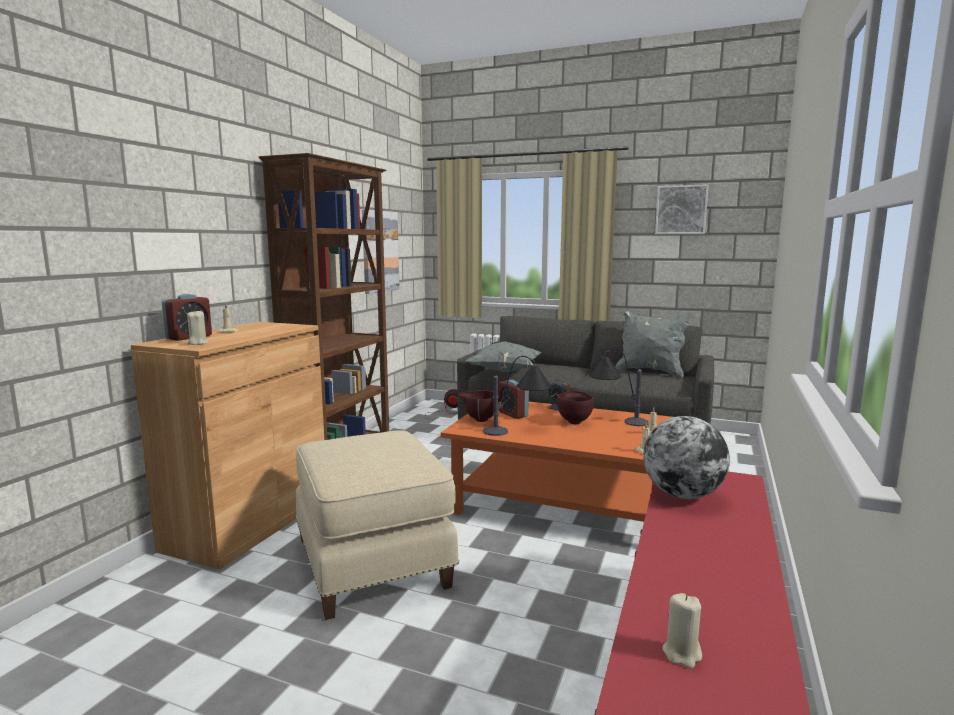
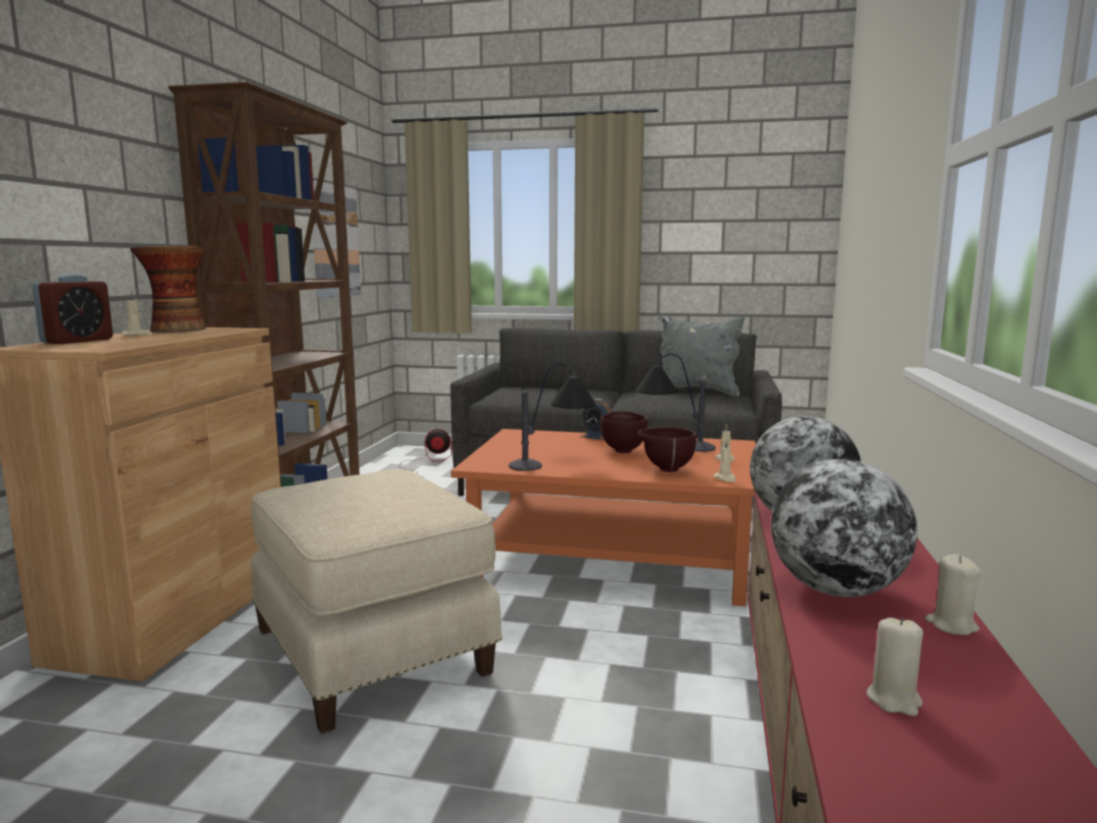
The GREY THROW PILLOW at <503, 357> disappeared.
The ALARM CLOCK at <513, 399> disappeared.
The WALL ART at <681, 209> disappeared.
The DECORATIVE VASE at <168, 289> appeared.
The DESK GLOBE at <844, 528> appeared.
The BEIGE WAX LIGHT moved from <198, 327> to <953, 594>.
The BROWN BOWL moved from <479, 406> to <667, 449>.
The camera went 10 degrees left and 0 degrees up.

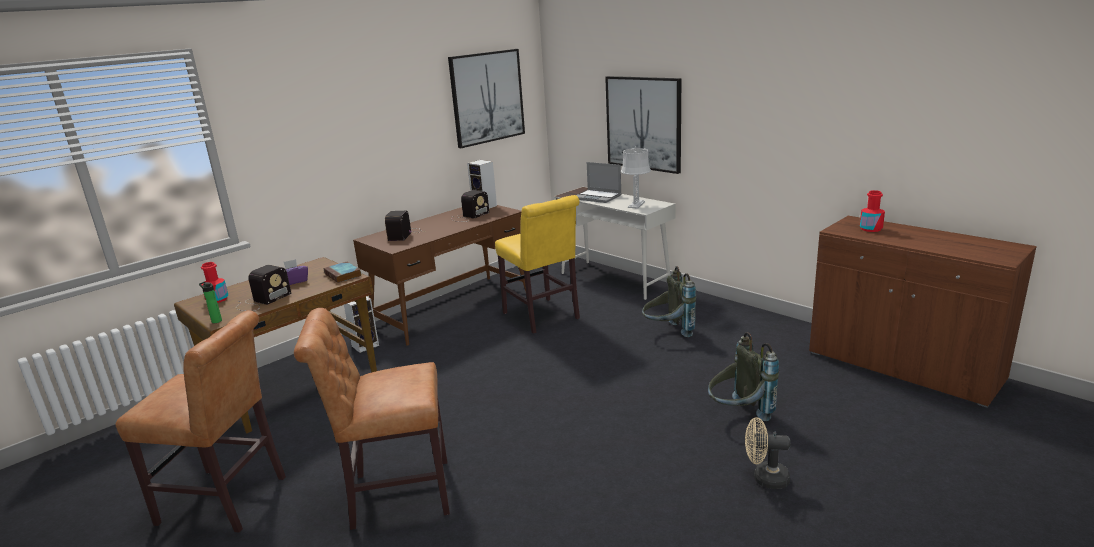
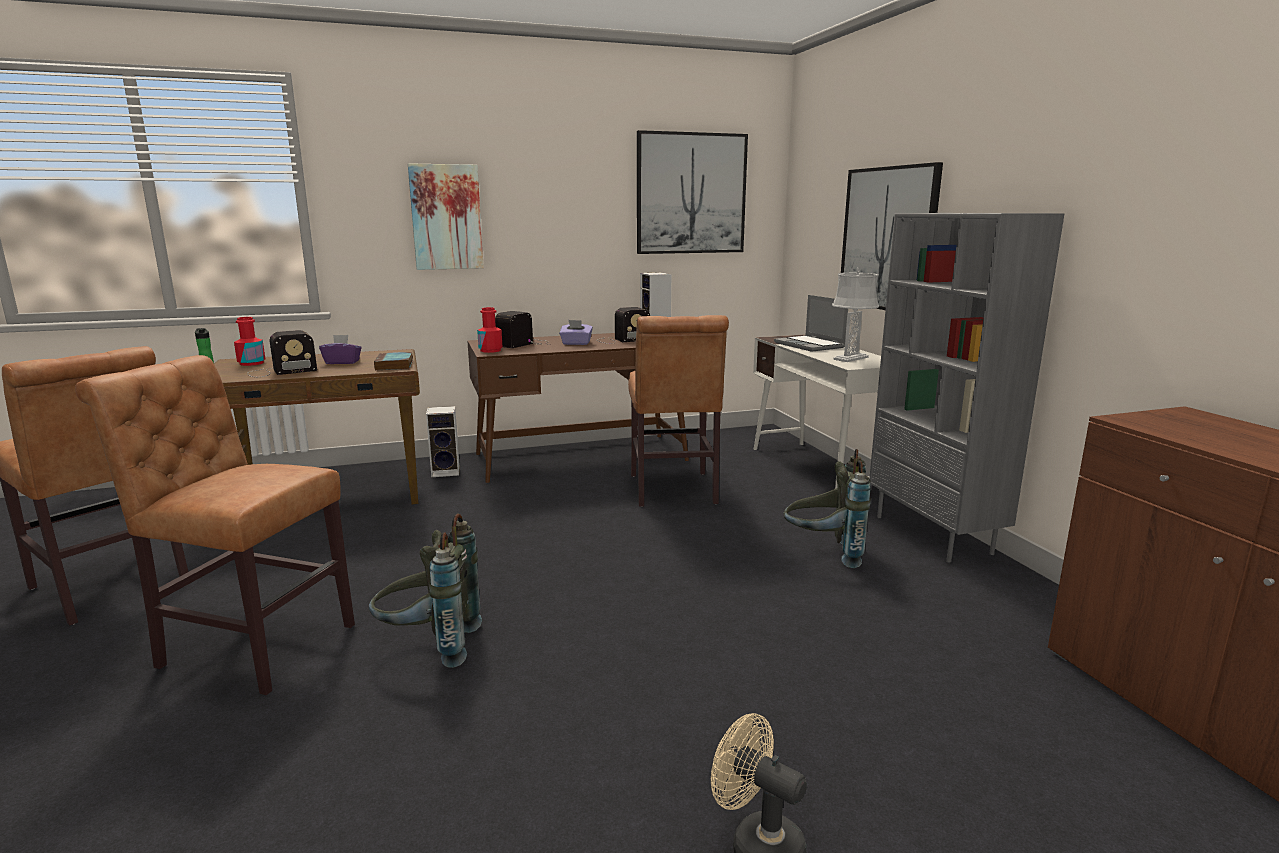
The WALL ART at <446, 216> appeared.
The PURPLISH BOX OF TISSUES at <576, 332> appeared.
The GREY SHELVING UNIT at <967, 388> appeared.
The GREY RUCKSACK moved from <743, 376> to <425, 591>.
The RED BEVERAGE BOTTLE moved from <872, 211> to <489, 330>.
The YELLOW-COLOURED CHAIR at <537, 264> became the BROWN CHAIR at <678, 411>.
The camera went 25 degrees right and 5 degrees down.

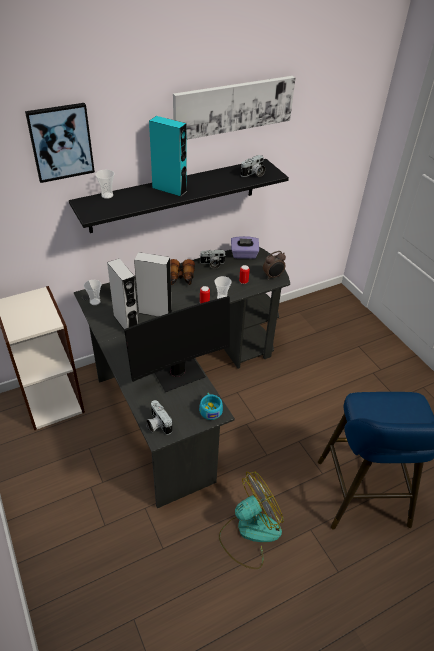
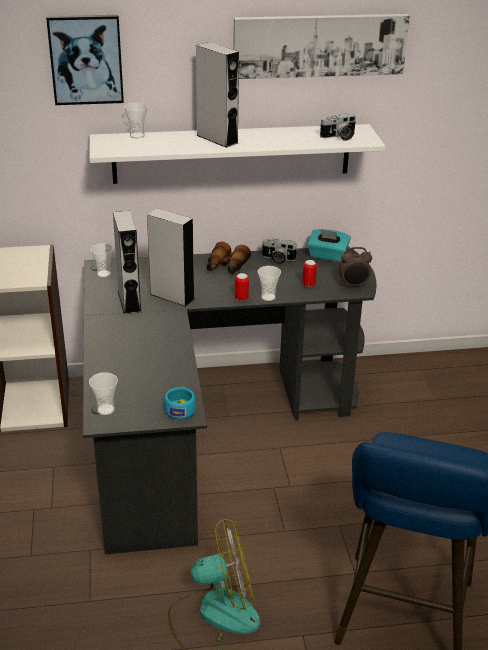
The COMPUTER DISPLAY at <177, 344> disappeared.
The PHOTO CAMERA at <159, 417> was replaced by the SMALL CUP at <103, 393>.
The BLACKISH BRACKET SHELF at <179, 196> became the WHITE-COLOURED BRACKET SHELF at <237, 154>.
The BLUE-GREEN LOUDSPEAKER at <168, 156> became the GREY LOUDSPEAKER at <217, 95>.
The PURPLISH BOX OF TISSUES at <245, 247> became the BLUE-GREEN BOX OF TISSUES at <329, 245>.
The camera went 20 degrees right and 10 degrees down.

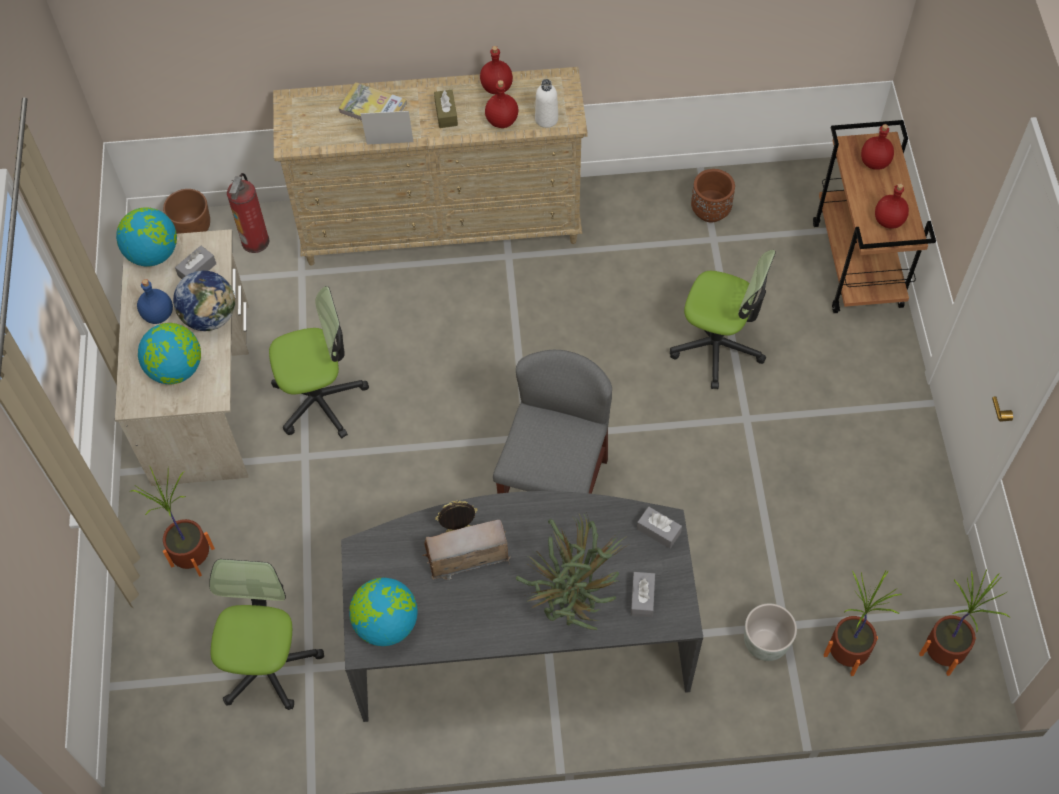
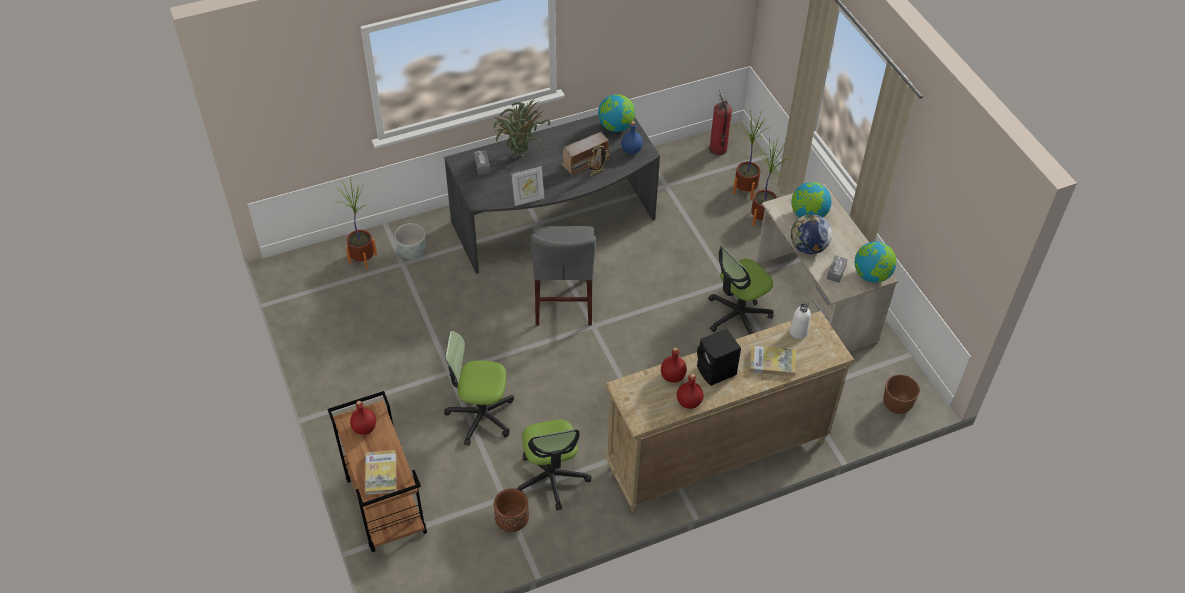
The GREY BOX OF TISSUES at <659, 527> disappeared.
The BLUE BEVERAGE BOTTLE moved from <155, 301> to <632, 137>.
The OFFICE CHAIR moved from <266, 634> to <554, 465>.
The EXTINGUISHER moved from <248, 213> to <720, 122>.
The STANDING FRAME moved from <387, 128> to <527, 186>.
The WHITE-COLOURED BEVERAGE BOTTLE moved from <546, 103> to <800, 321>.
The POTTED PLANT moved from <965, 623> to <750, 155>.
The BROWN BOX OF TISSUES at <446, 109> was replaced by the BLACKISH LOUDSPEAKER at <719, 357>.
The RED BEVERAGE BOTTLE at <877, 147> was replaced by the BOOK at <380, 472>.
The camera went 160 degrees right and 10 degrees down.

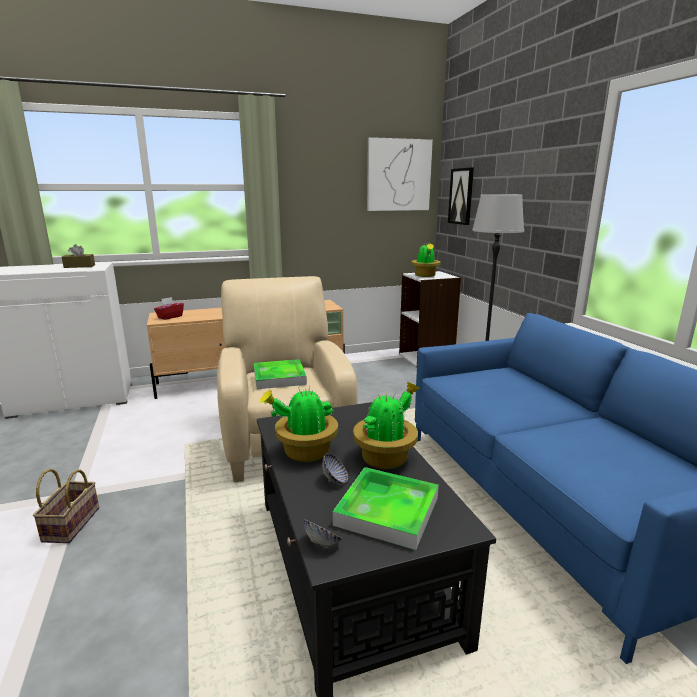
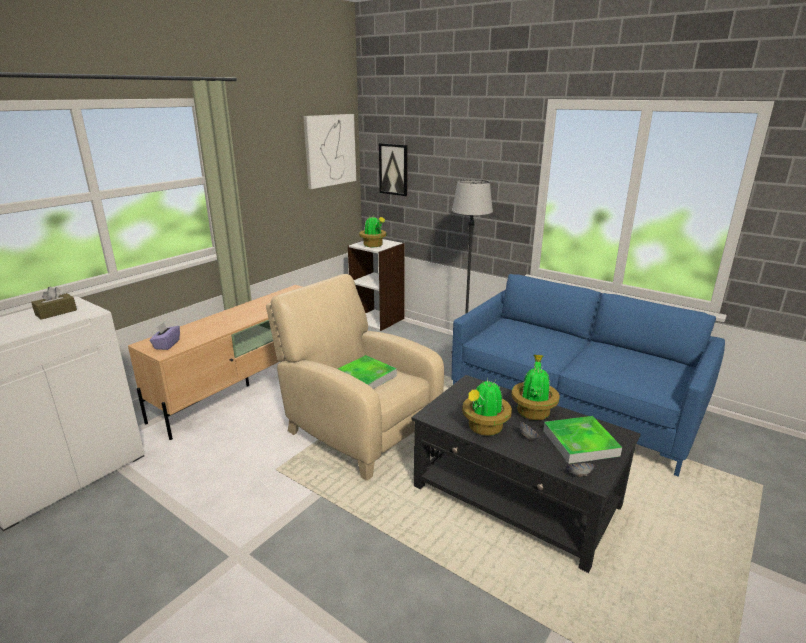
The STORAGE BASKET at <66, 506> disappeared.
The RED BOX OF TISSUES at <169, 308> became the PURPLISH BOX OF TISSUES at <165, 336>.
The camera went 35 degrees left and 5 degrees up.

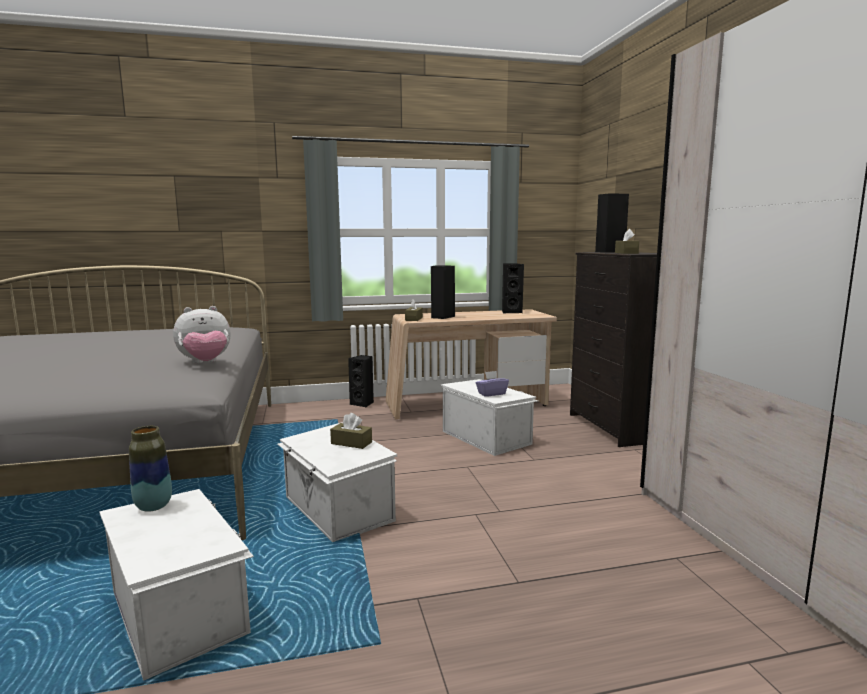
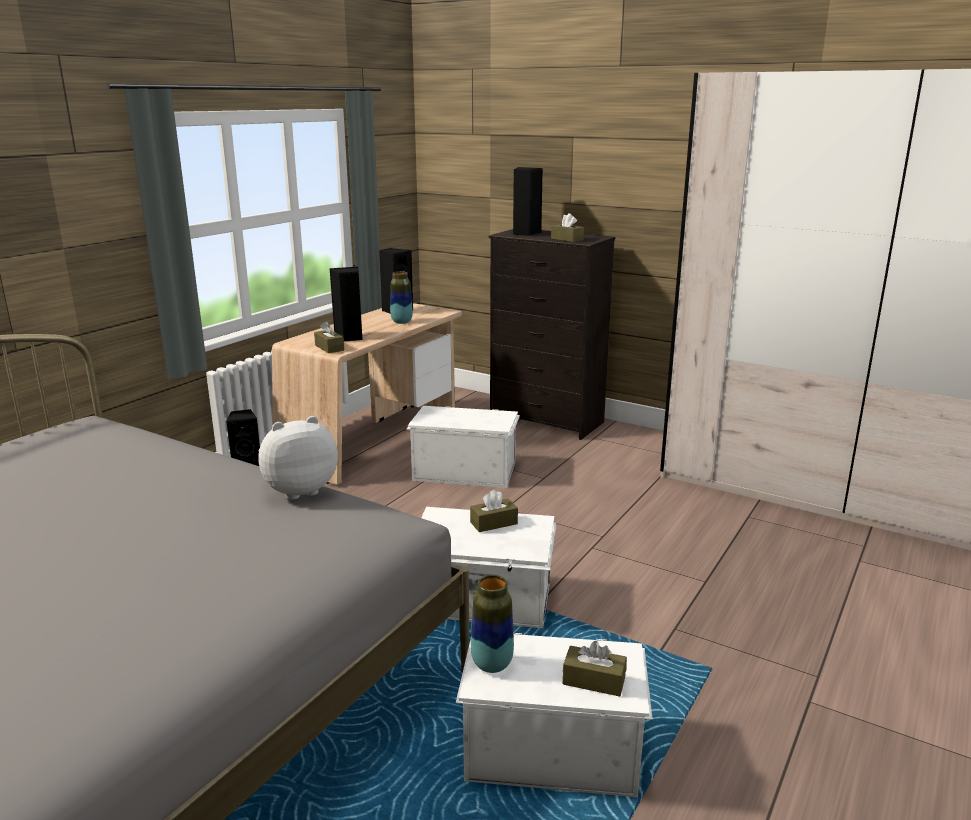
The PURPLISH BOX OF TISSUES at <492, 384> disappeared.
The DECORATIVE VASE at <401, 297> appeared.
The BROWN BOX OF TISSUES at <595, 669> appeared.
The SOFT TOY at <201, 335> turned 135 degrees counterclockwise.
The camera went 45 degrees left and 10 degrees up.

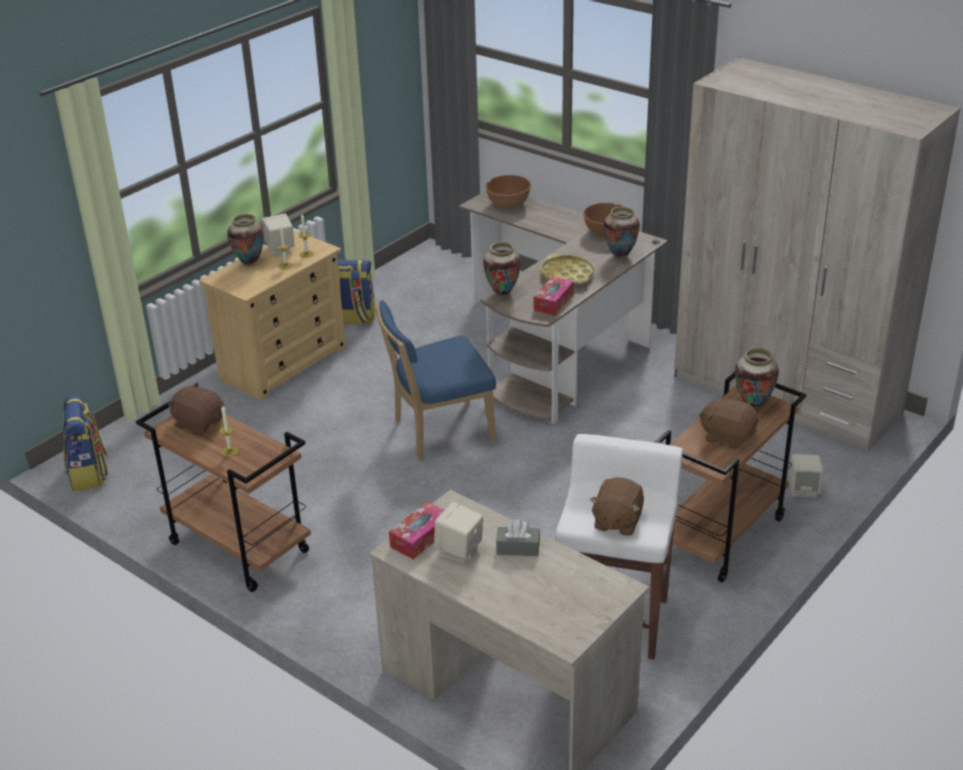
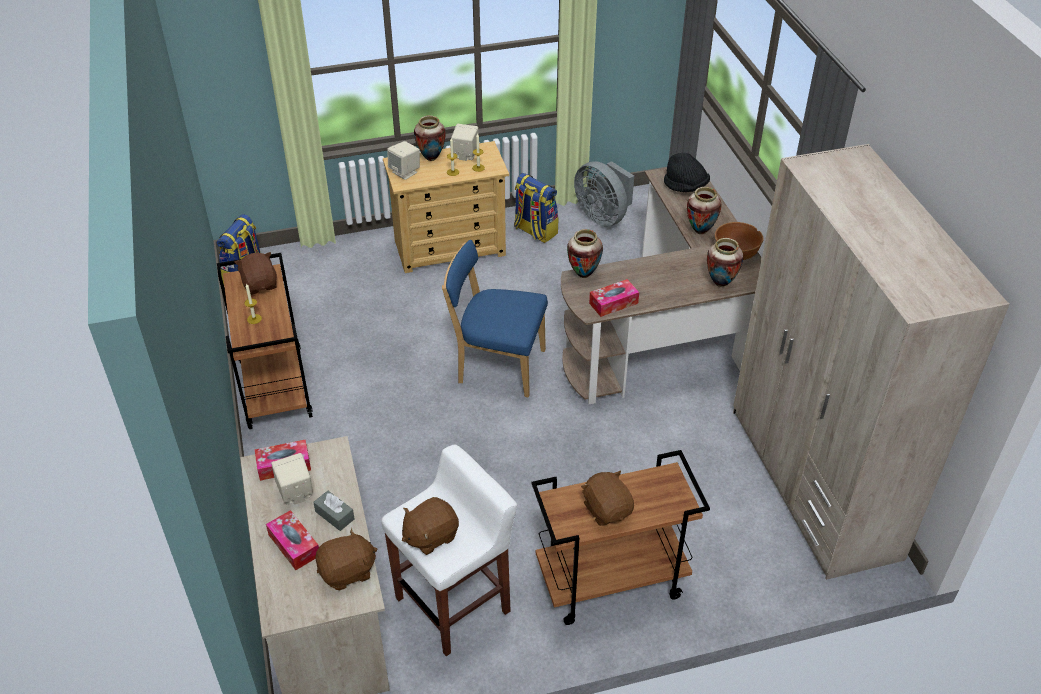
The YELLOW-COLOURED CARRYING TRAY at <567, 269> disappeared.
The BOX OF TISSUES at <292, 540> appeared.
The BROWN SOFT TOY at <346, 559> appeared.
The GREY COOLING FAN at <604, 194> appeared.
The DECORATIVE VASE moved from <757, 378> to <704, 210>.
The BEIGE LOUDSPEAKER moved from <806, 475> to <403, 160>.
The BROWN BOWL at <508, 191> was replaced by the BLACKISH CLOTHING HAT at <687, 172>.
The camera went 35 degrees right and 10 degrees up.

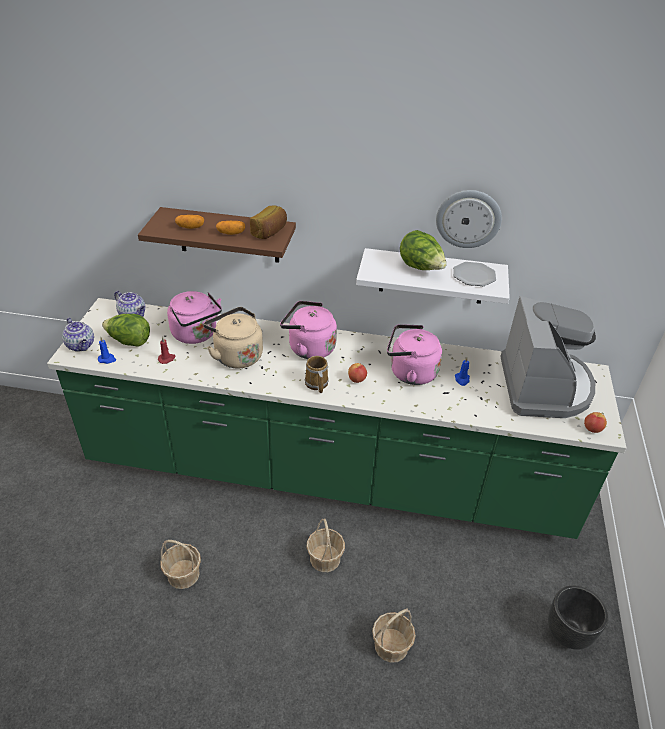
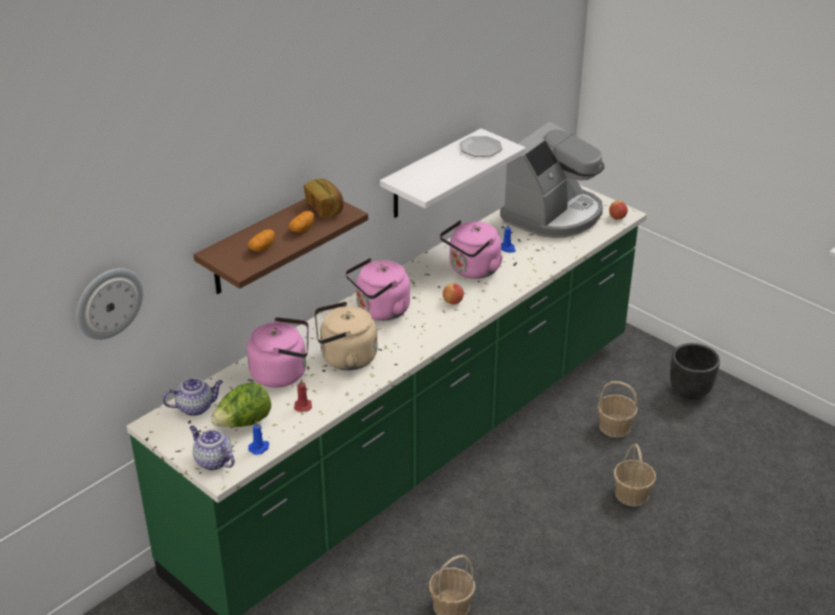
The COFFEE MUG at <317, 374> disappeared.
The LETTUCE at <423, 250> disappeared.
The STORAGE BASKET moved from <326, 545> to <617, 409>.
The CLOCK ON THE WALL moved from <469, 219> to <109, 304>.
The POT FOR TEA at <78, 335> turned 135 degrees counterclockwise.
The COFFEE MACHINE at <548, 357> turned 90 degrees clockwise.
The camera went 55 degrees left and 5 degrees down.

